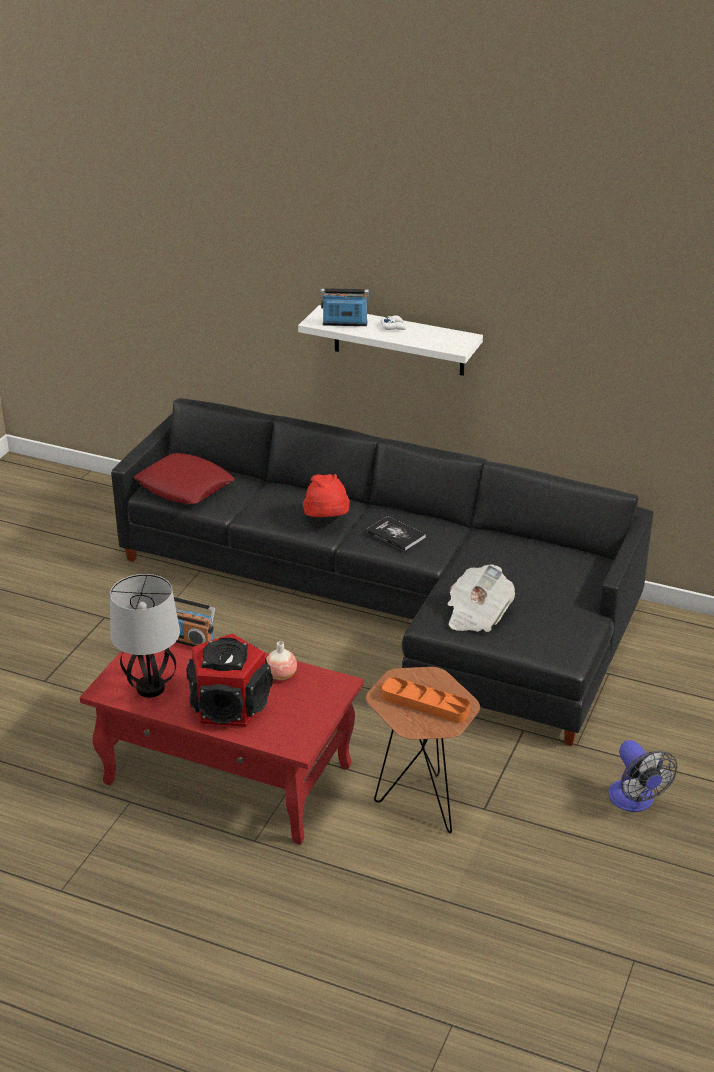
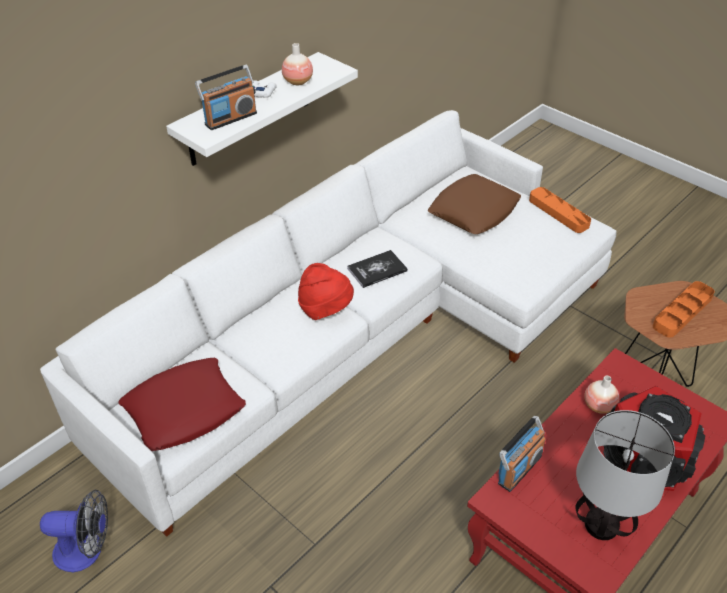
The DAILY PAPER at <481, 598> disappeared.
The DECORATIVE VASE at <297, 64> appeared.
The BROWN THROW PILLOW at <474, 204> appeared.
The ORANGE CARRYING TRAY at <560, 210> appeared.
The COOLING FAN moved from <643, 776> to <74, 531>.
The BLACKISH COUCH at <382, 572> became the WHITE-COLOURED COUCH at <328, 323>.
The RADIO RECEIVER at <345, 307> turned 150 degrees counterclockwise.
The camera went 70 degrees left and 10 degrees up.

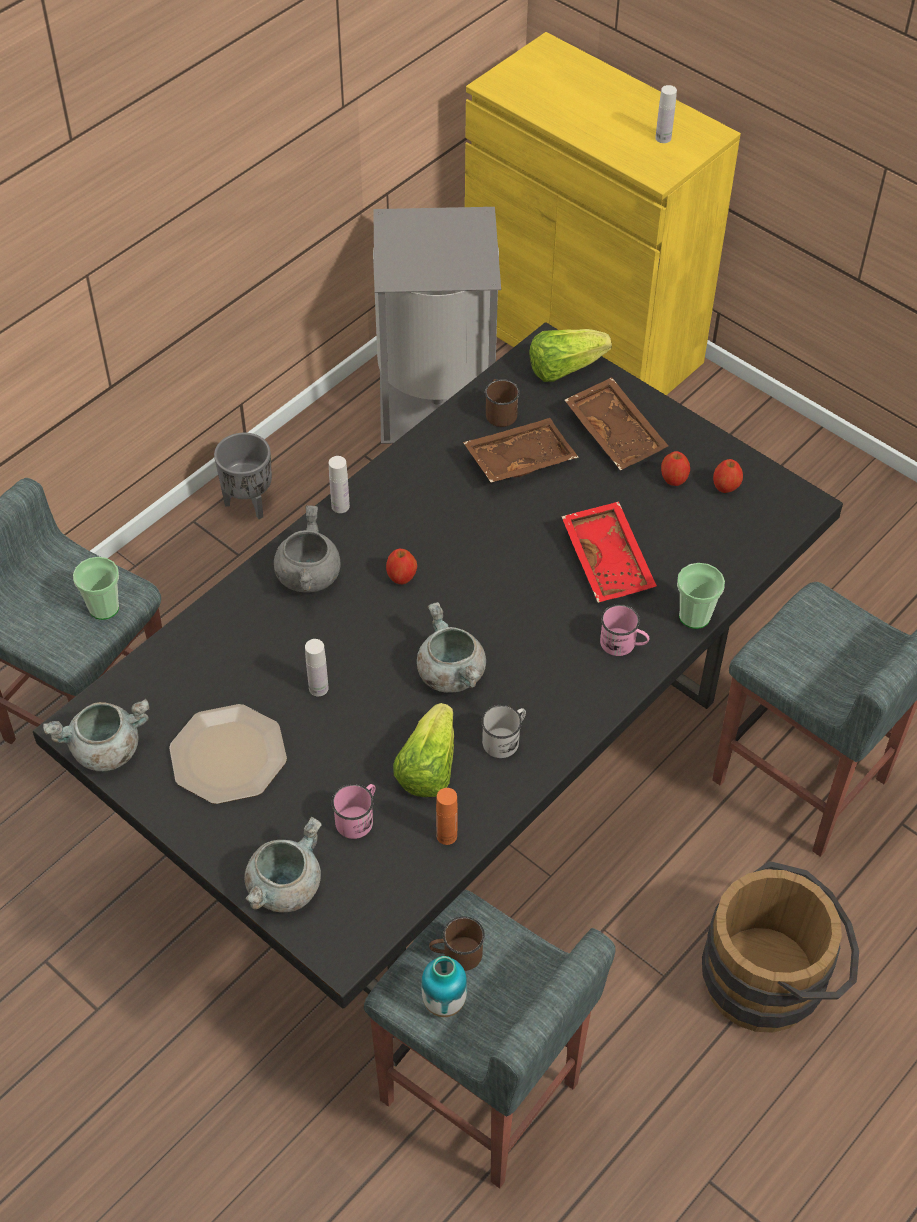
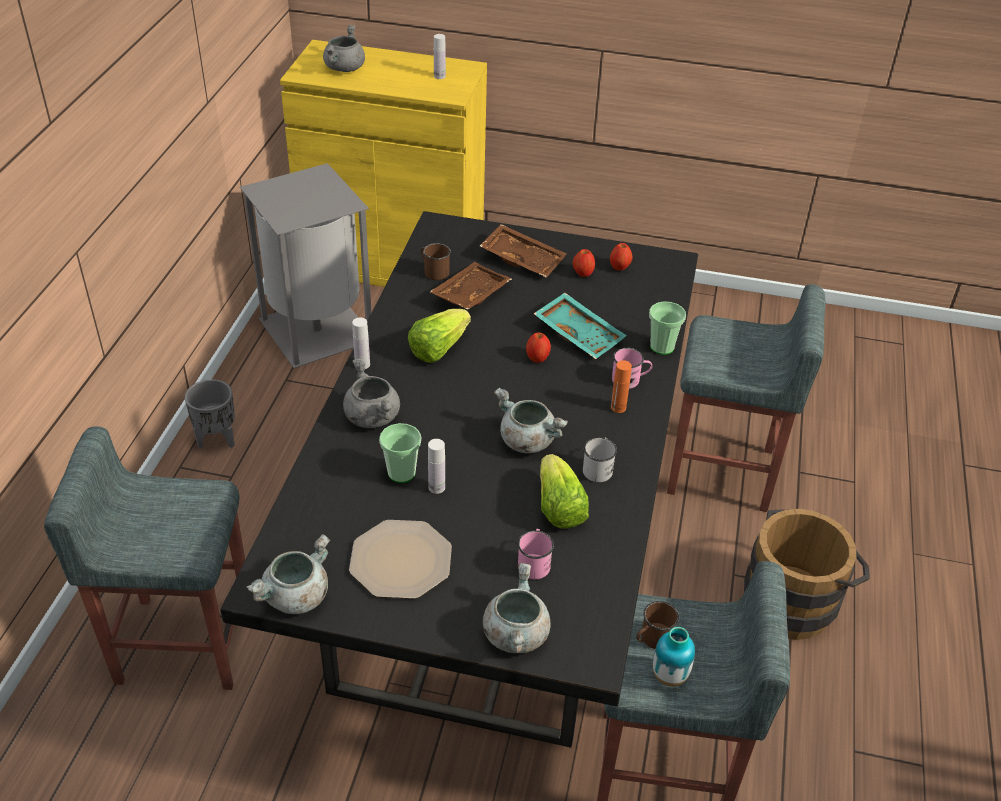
The GREY SAUCEPOT at <344, 48> appeared.
The SMALL CUP moved from <96, 588> to <400, 453>.
The WHOLE APPLE moved from <401, 566> to <538, 347>.
The ORANGE BEVERAGE BOTTLE moved from <447, 816> to <621, 386>.
The LETTUCE moved from <571, 355> to <439, 336>.
The RED CARRYING TRAY at <609, 552> became the BLUE-GREEN CARRYING TRAY at <580, 326>.
The camera went 30 degrees left and 10 degrees down.

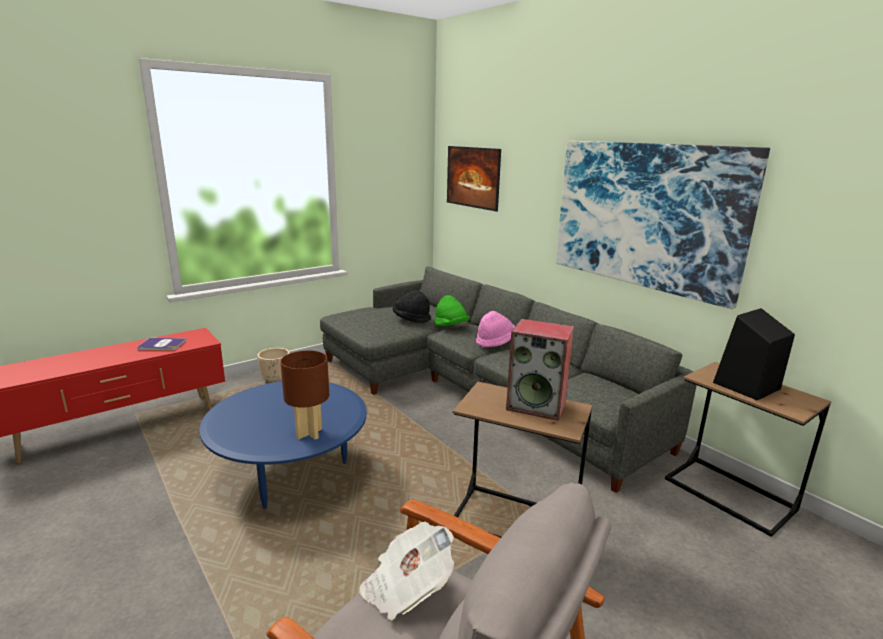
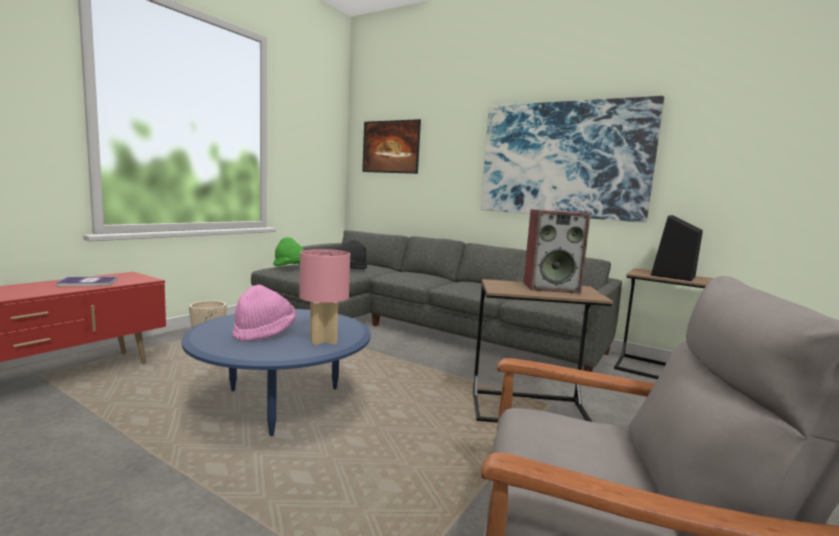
The DAILY PAPER at <406, 571> disappeared.
The GREEN-COLOURED CLOTHING HAT moved from <452, 310> to <288, 251>.
The PINK-COLOURED CLOTHING HAT moved from <495, 329> to <264, 313>.
The BROWN LAMP FOR A TABLE at <304, 395> became the PINK-COLOURED LAMP FOR A TABLE at <324, 297>.
The camera went 20 degrees left and 10 degrees down.

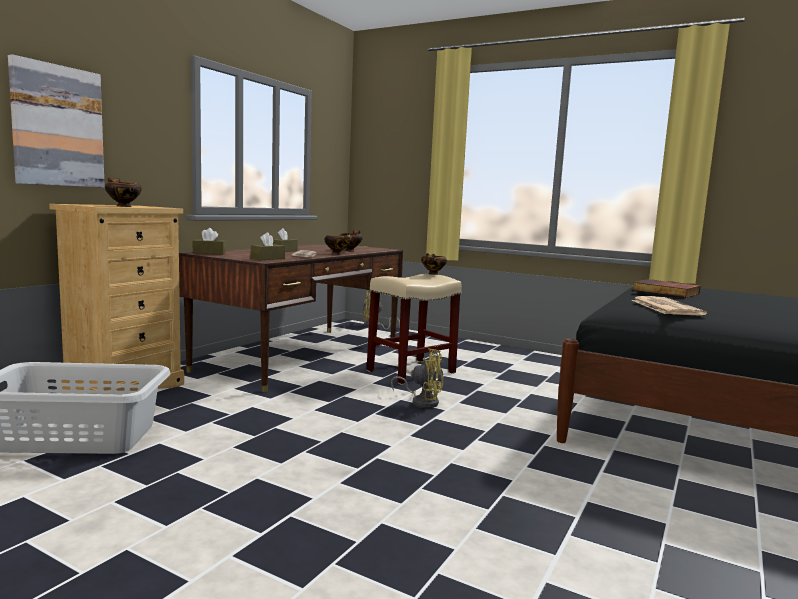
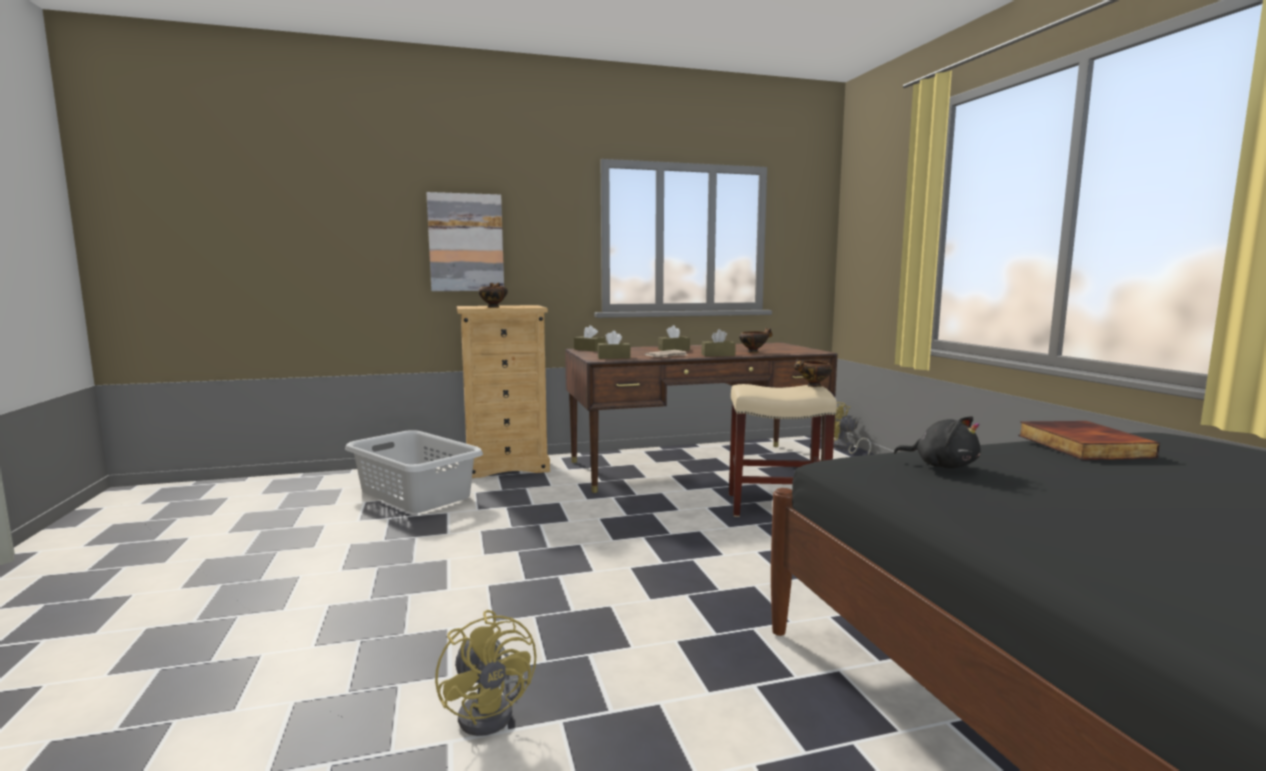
The YELLOW-COLOURED COOLING FAN moved from <417, 378> to <485, 673>.
The BOWL at <338, 244> was replaced by the BROWN BOX OF TISSUES at <719, 343>.
The DAILY PAPER at <669, 305> was replaced by the BLACKISH SOFT TOY at <937, 442>.
The camera went 45 degrees right and 0 degrees up.

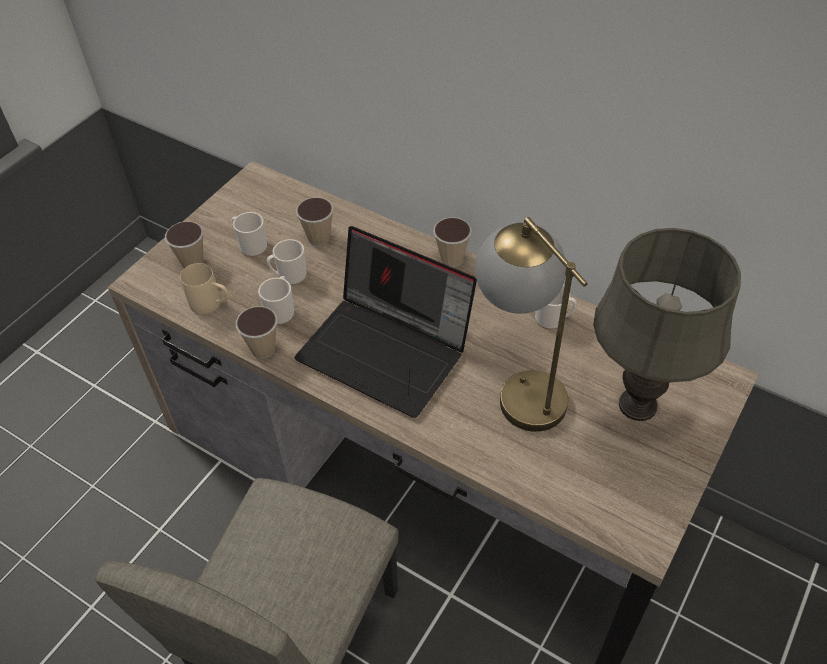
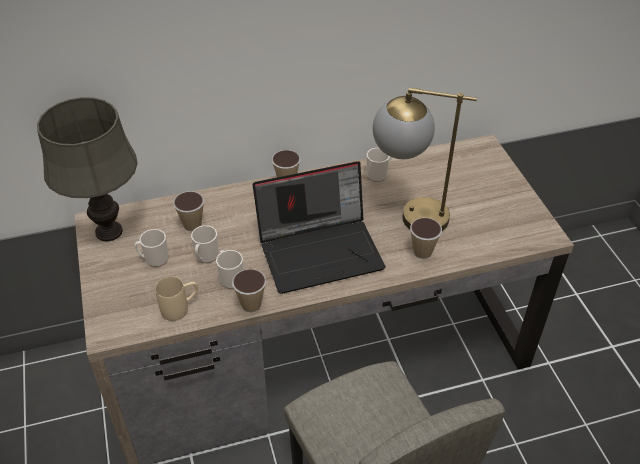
The SMALL CUP moved from <184, 244> to <426, 238>.
The GREY LAMP FOR A TABLE moved from <667, 324> to <87, 169>.
The camera went 50 degrees left and 5 degrees down.

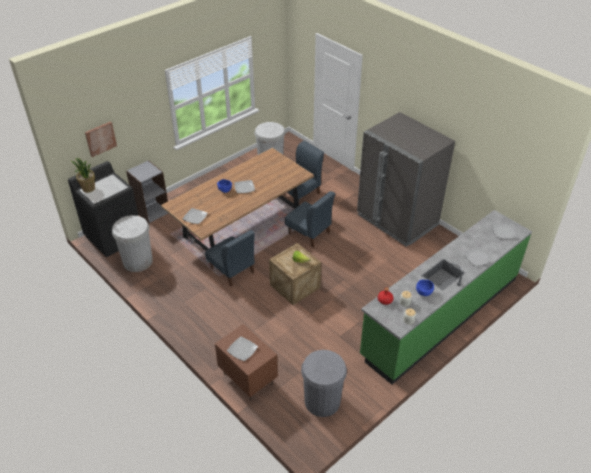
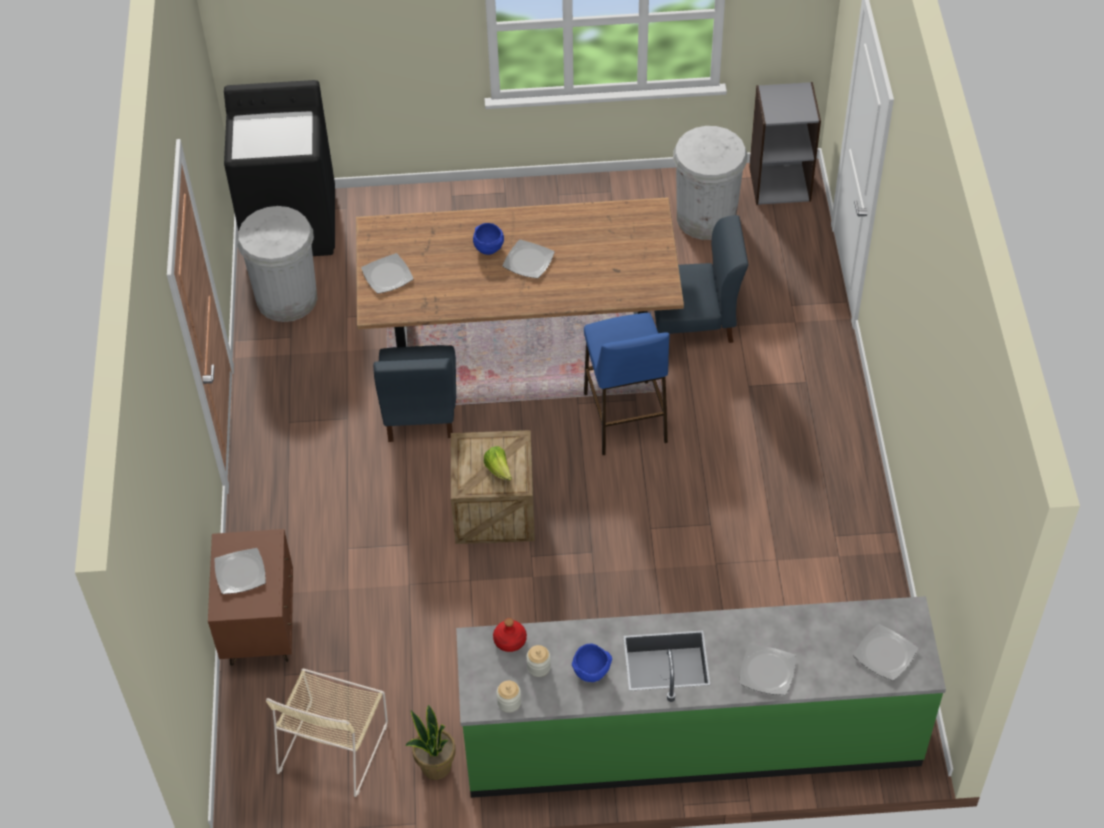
The WALL ART at <101, 139> disappeared.
The GREY FRIDGE at <406, 179> disappeared.
The POTTED PLANT moved from <82, 175> to <430, 742>.
The GREY SHELVING UNIT moved from <147, 192> to <785, 143>.
The BLUE CHAIR at <310, 219> was replaced by the BLUE SITTING STOOL at <627, 384>.
The GREY TRASH CAN at <324, 383> was replaced by the BEIGE CHAIR at <327, 733>.
The camera went 40 degrees right and 10 degrees up.

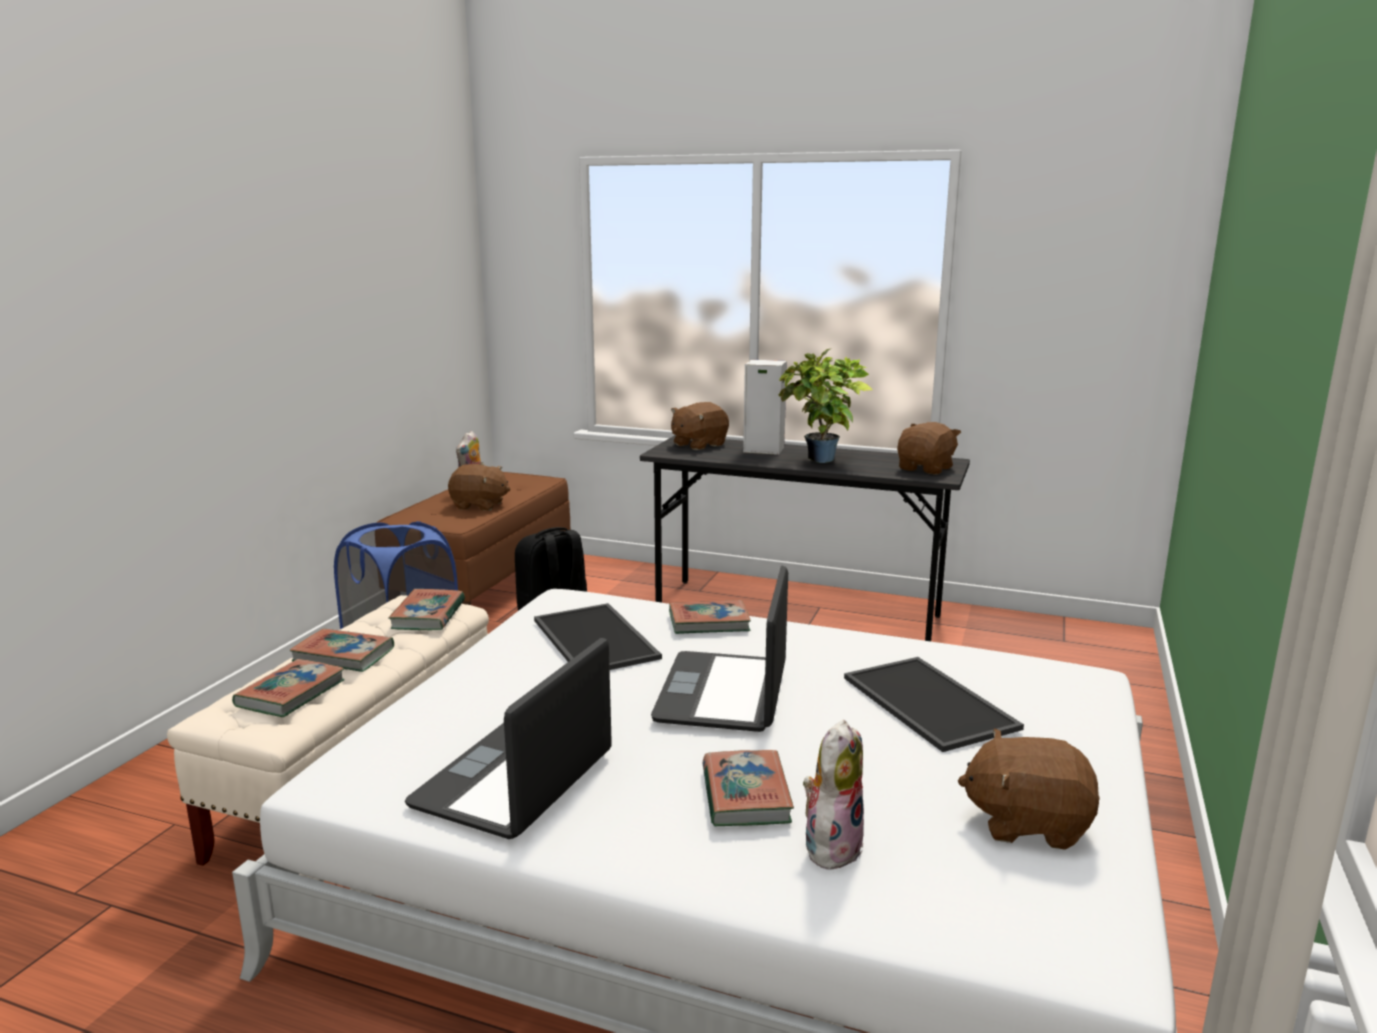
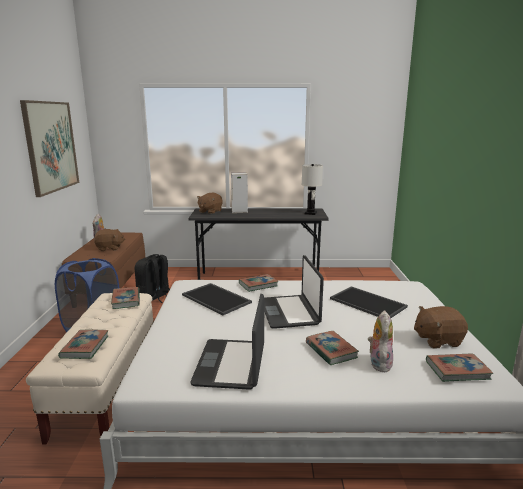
The POTTED PLANT at <826, 406> disappeared.
The WALL ART at <49, 148> appeared.
The BOOK moved from <341, 650> to <459, 367>.
The BROWN SOFT TOY at <929, 448> was replaced by the WHITE-COLOURED LAMP FOR A TABLE at <312, 189>.
The camera went 20 degrees left and 0 degrees up.

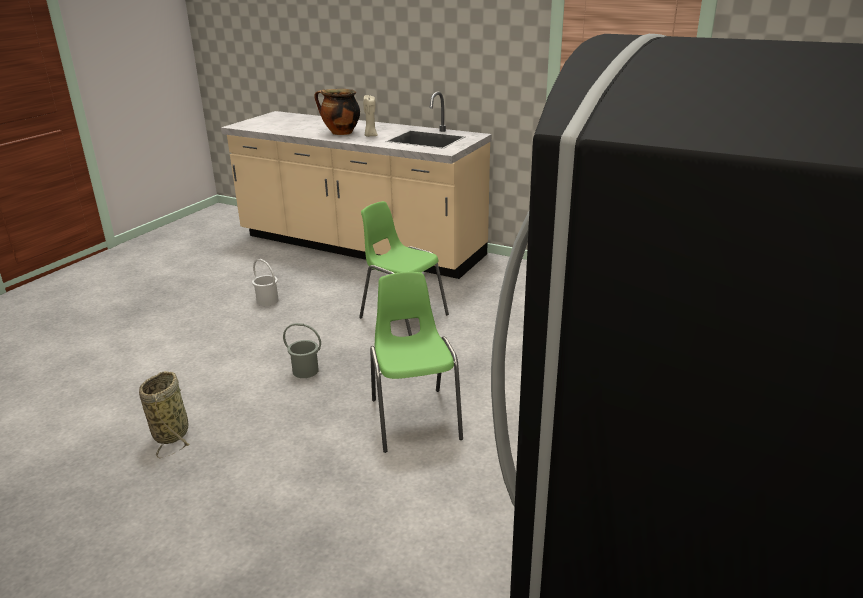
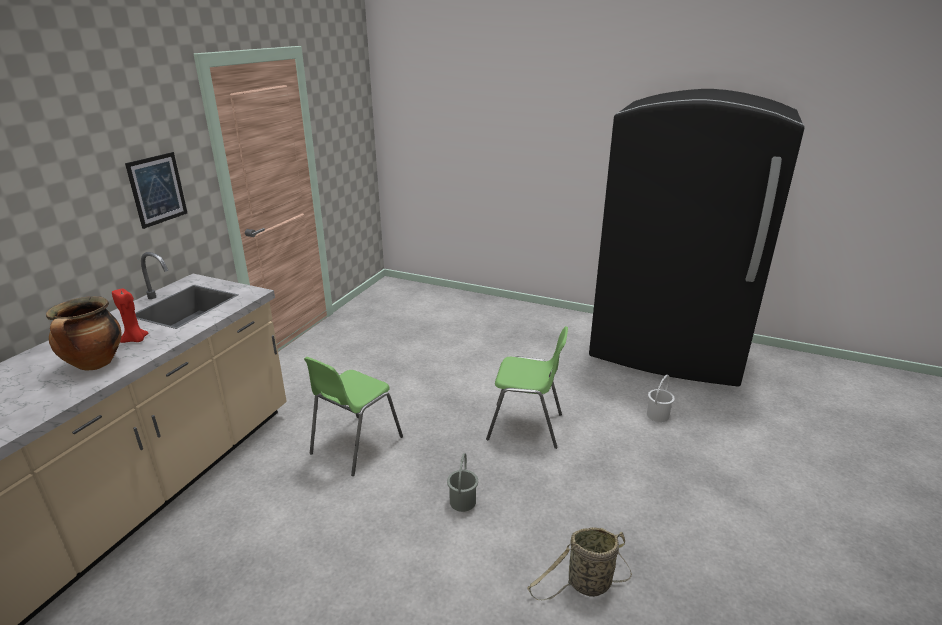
The WALL ART at <156, 190> appeared.
The WHITE-COLOURED WATER BUCKET moved from <265, 282> to <661, 398>.
The BEIGE WAX LIGHT at <370, 116> became the RED WAX LIGHT at <130, 315>.
The GREEN-COLOURED CHAIR at <416, 362> turned 150 degrees counterclockwise.
The camera went 95 degrees left and 0 degrees up.

